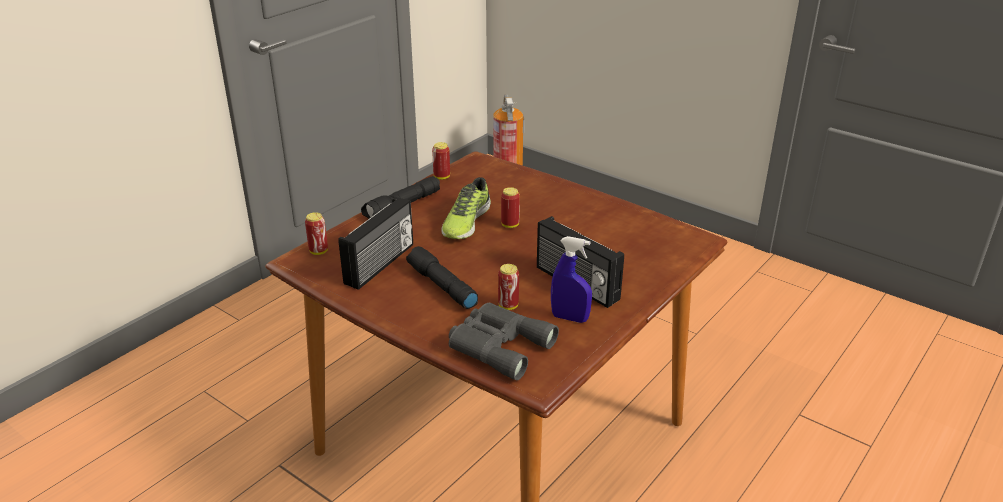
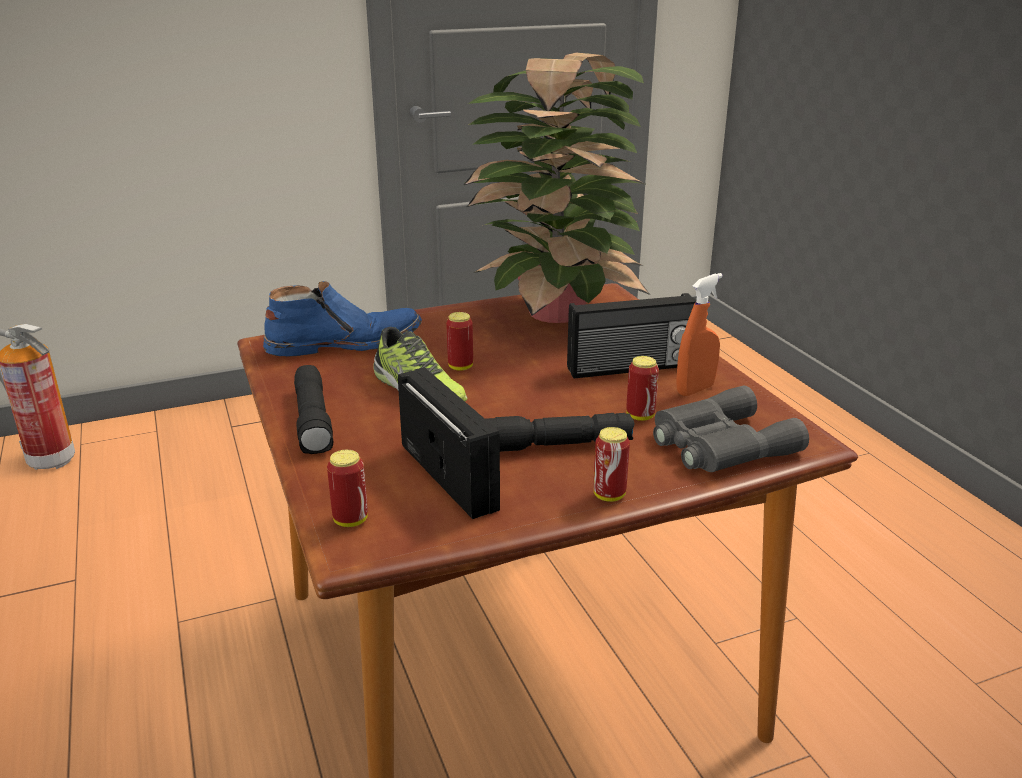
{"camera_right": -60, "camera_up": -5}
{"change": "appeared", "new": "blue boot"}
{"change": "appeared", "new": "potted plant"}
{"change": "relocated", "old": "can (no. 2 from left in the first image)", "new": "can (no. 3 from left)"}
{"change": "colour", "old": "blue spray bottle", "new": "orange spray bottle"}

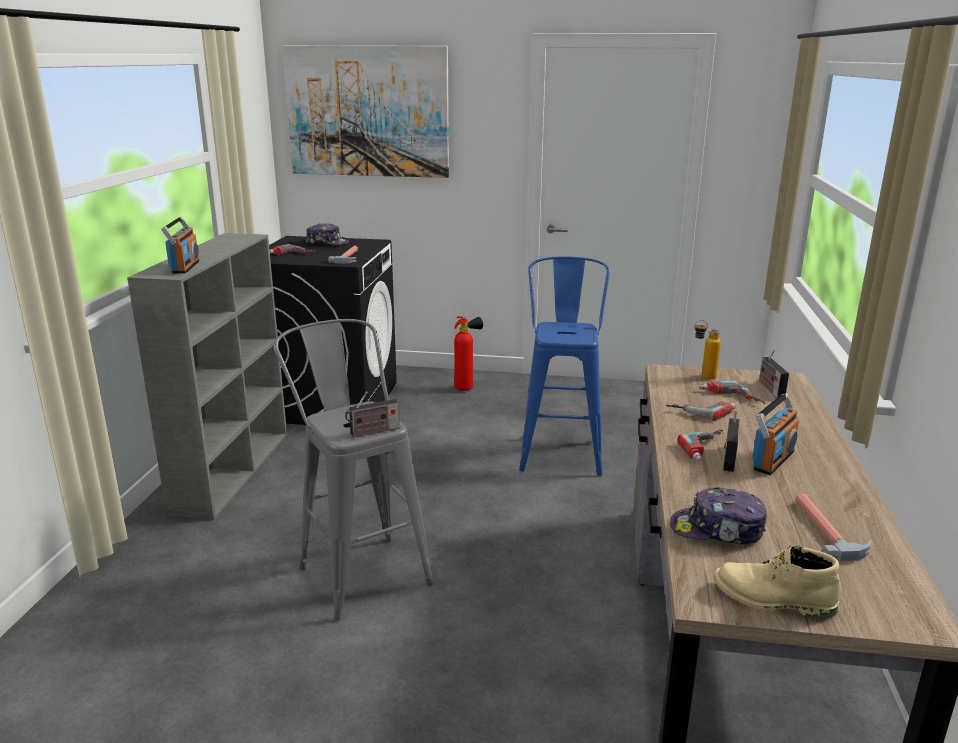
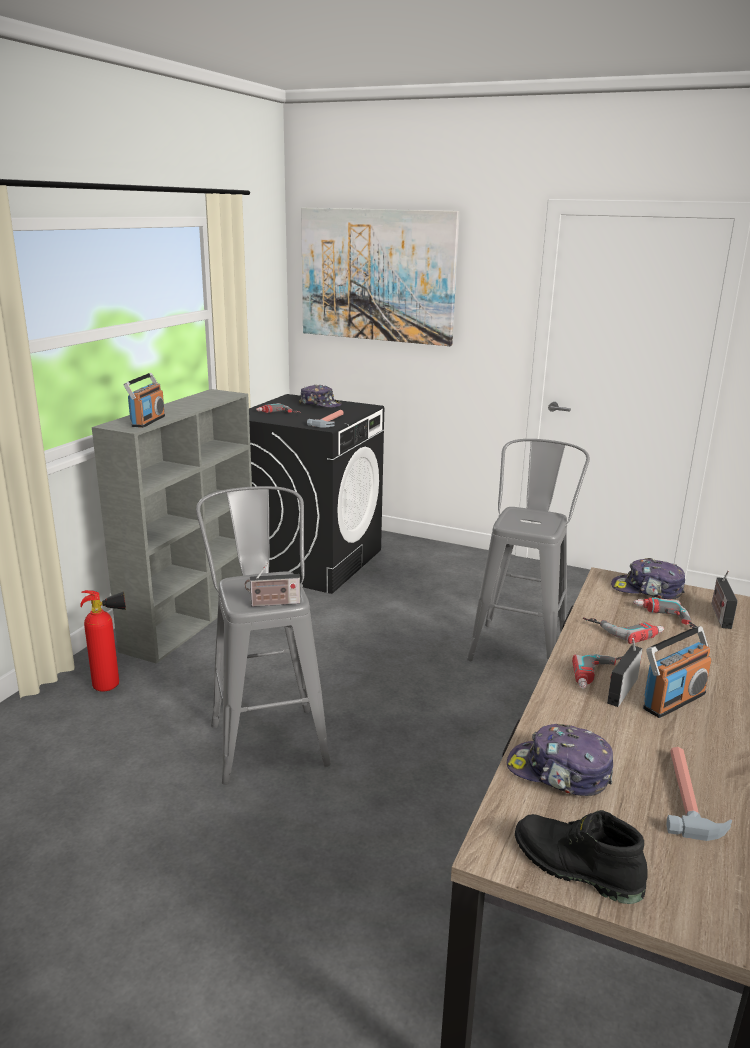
{"camera_right": 15, "camera_up": 0}
{"change": "relocated", "old": "fire extinguisher"}
{"change": "exchanged", "old": "bottle", "new": "cap (no. 3 from left)"}
{"change": "colour", "old": "blue stool", "new": "grey stool (no. 2 from left)"}
{"change": "colour", "old": "beige boot", "new": "black boot"}

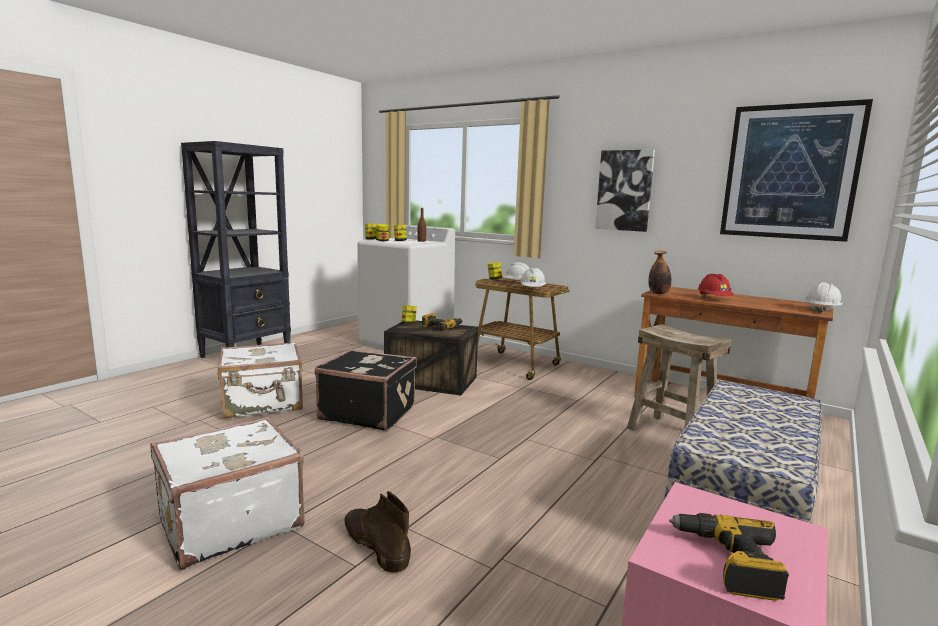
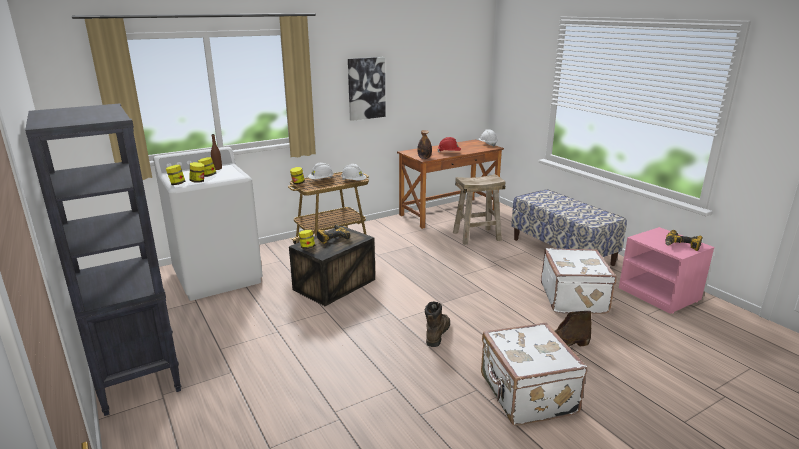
{"camera_right": -65, "camera_up": 10}
{"change": "missing", "old": "black suitcase"}
{"change": "missing", "old": "picture (no. 2 from left)"}
{"change": "appeared", "new": "brown boot (no. 1 from left)"}
{"change": "relocated", "old": "white suitcase (no. 2 from left)"}

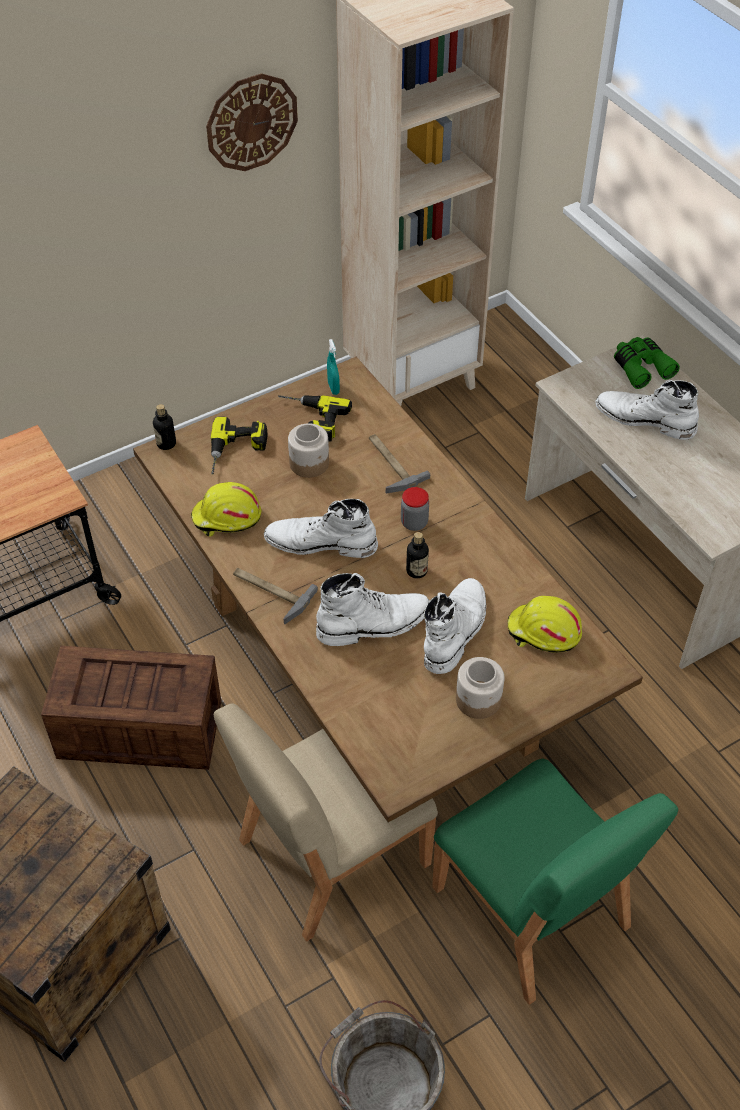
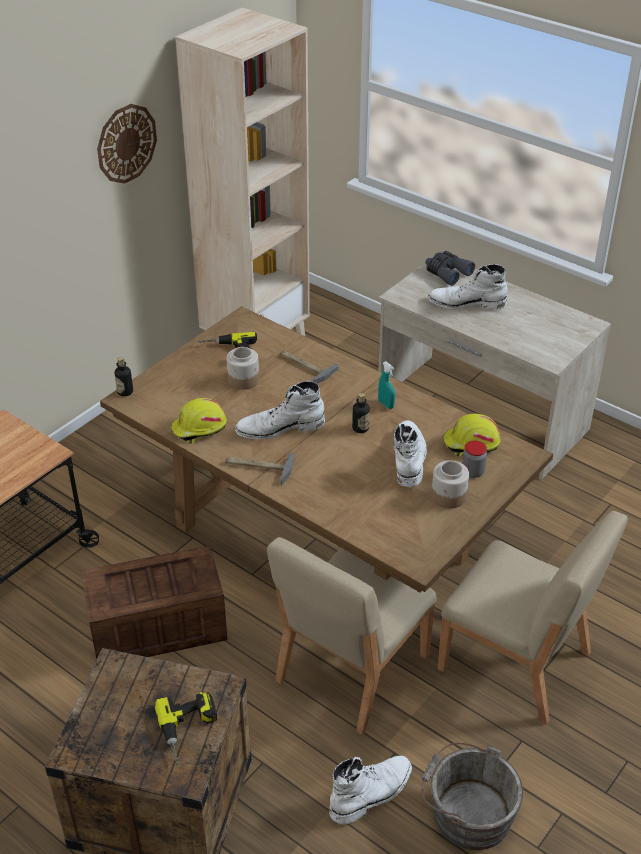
{"camera_right": -20, "camera_up": -10}
{"change": "relocated", "old": "power drill (no. 1 from left)"}
{"change": "relocated", "old": "white boot (no. 2 from left)"}
{"change": "relocated", "old": "turquoise spray bottle"}
{"change": "relocated", "old": "jar (no. 2 from left in the first image)", "new": "jar (no. 3 from left)"}
{"change": "colour", "old": "green chair", "new": "beige chair (no. 2 from left)"}
{"change": "colour", "old": "green binoculars", "new": "grey binoculars"}

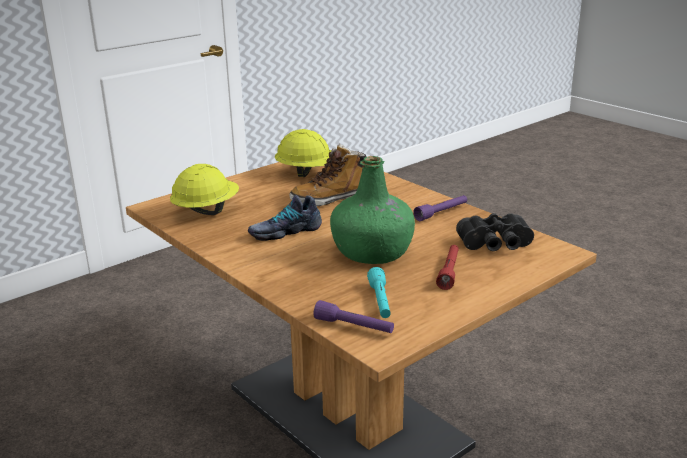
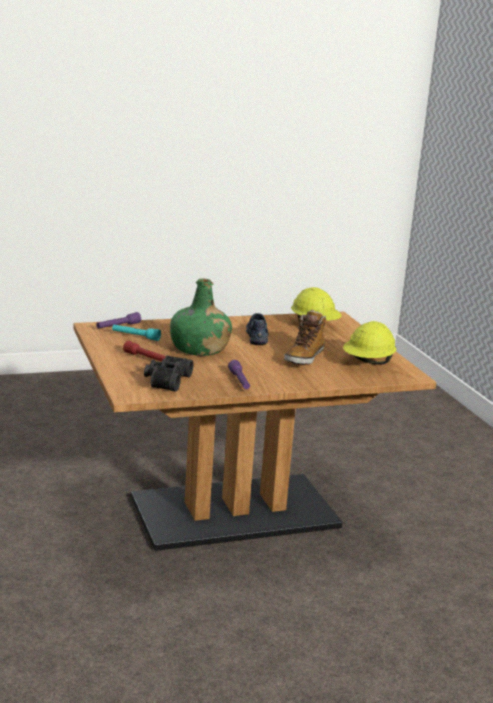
{"camera_right": 110, "camera_up": -5}
{"change": "spun", "old": "boot", "degrees": -150}

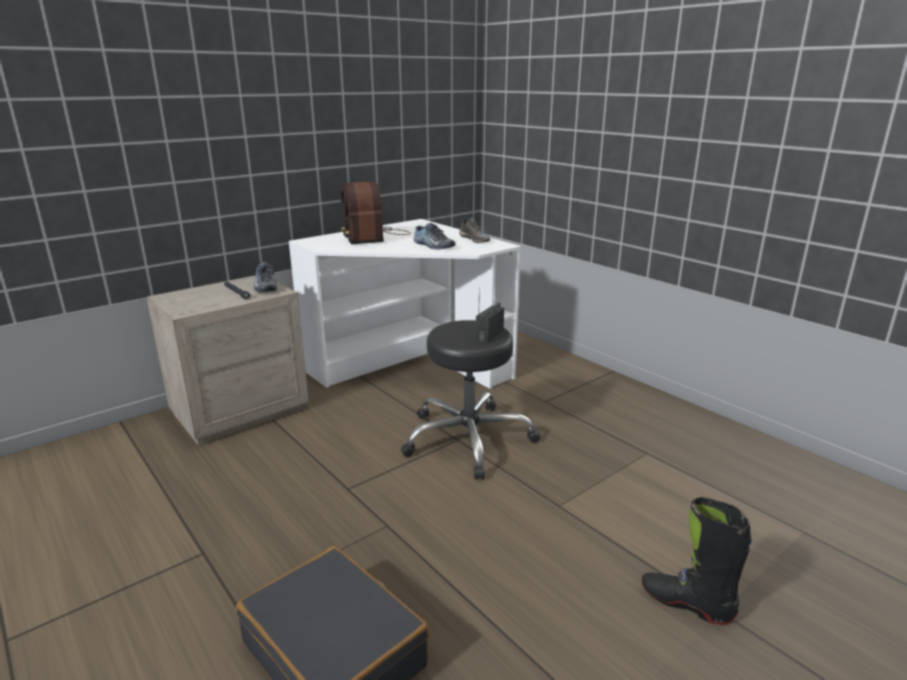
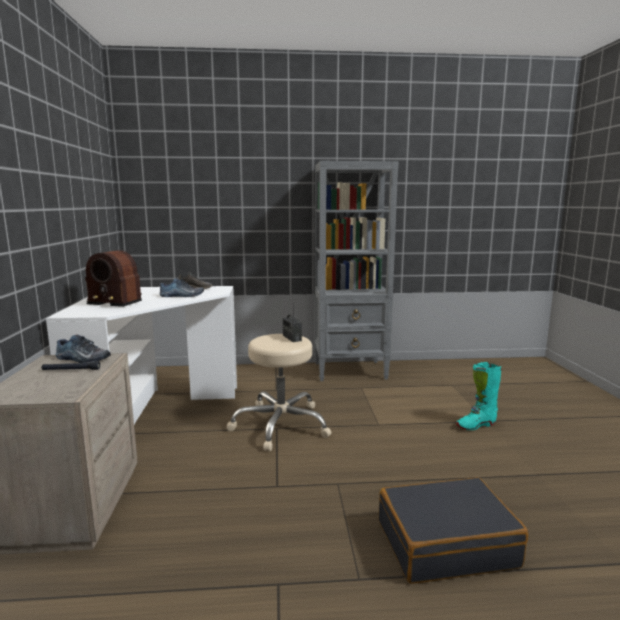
{"camera_right": -55, "camera_up": -10}
{"change": "appeared", "new": "grey bookcase"}
{"change": "colour", "old": "black stool", "new": "beige stool"}
{"change": "colour", "old": "black boot", "new": "turquoise boot"}

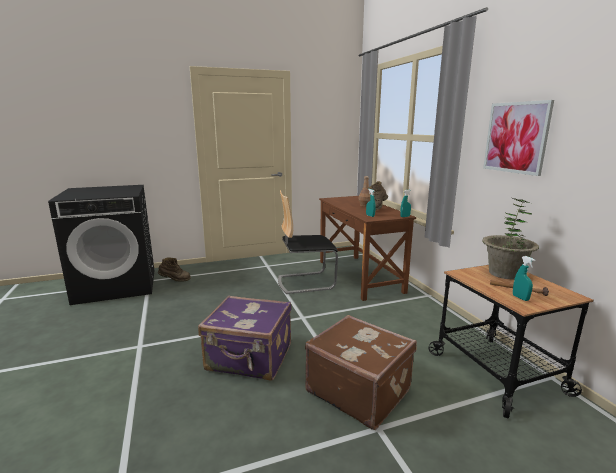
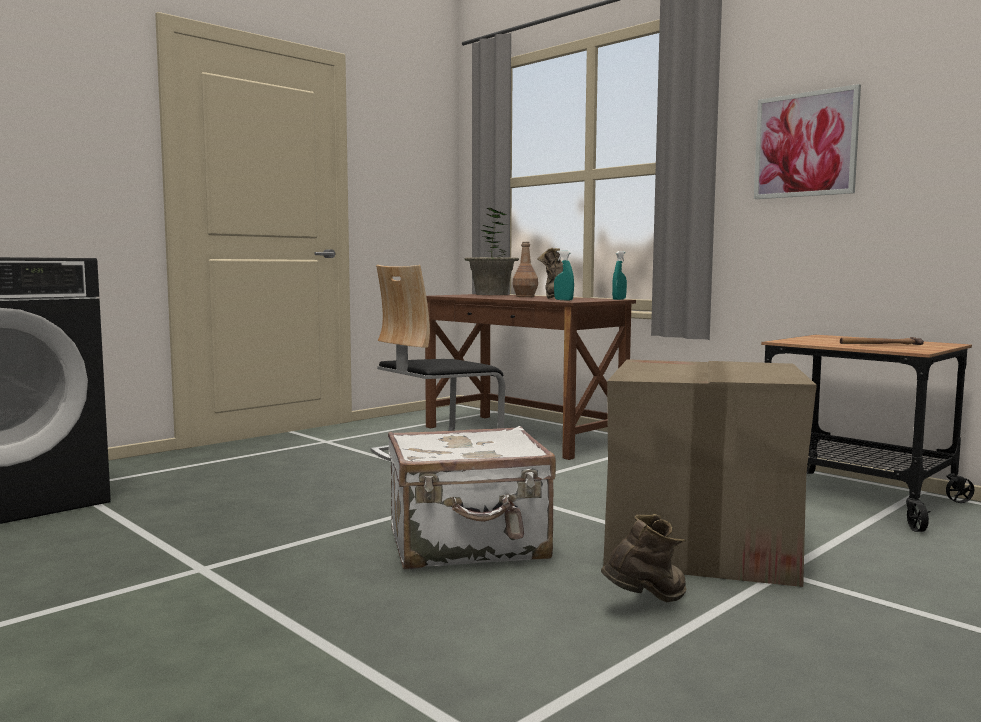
{"camera_right": -25, "camera_up": -10}
{"change": "missing", "old": "turquoise spray bottle (no. 3 from left)"}
{"change": "relocated", "old": "brown boot (no. 1 from left in the first image)", "new": "brown boot (no. 2 from left)"}
{"change": "relocated", "old": "potted plant"}
{"change": "exchanged", "old": "brown suitcase", "new": "cardboard box"}
{"change": "colour", "old": "purple suitcase", "new": "white suitcase"}

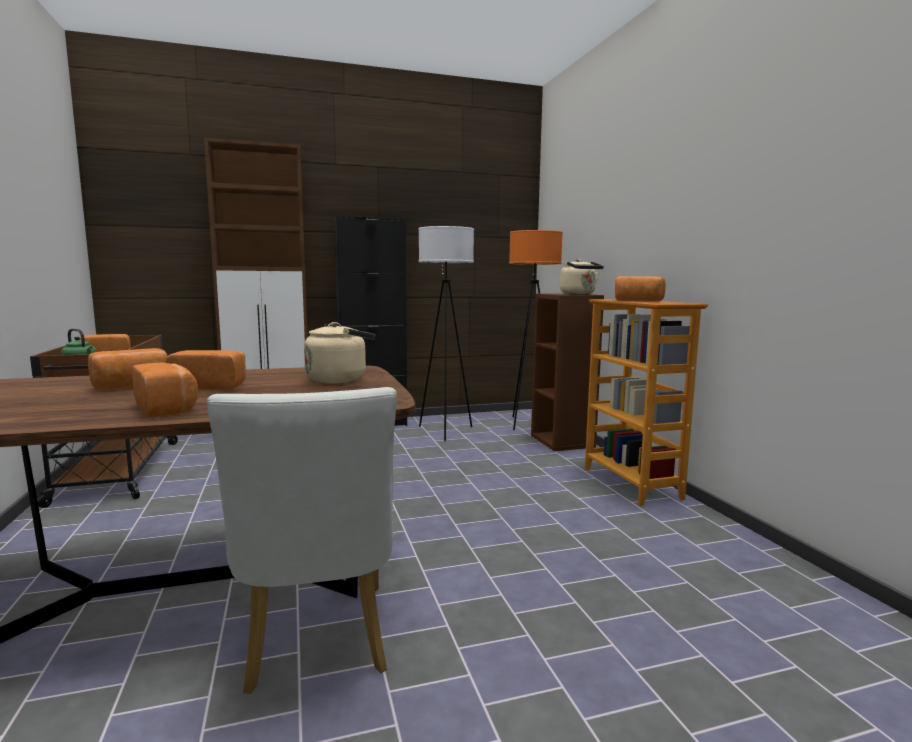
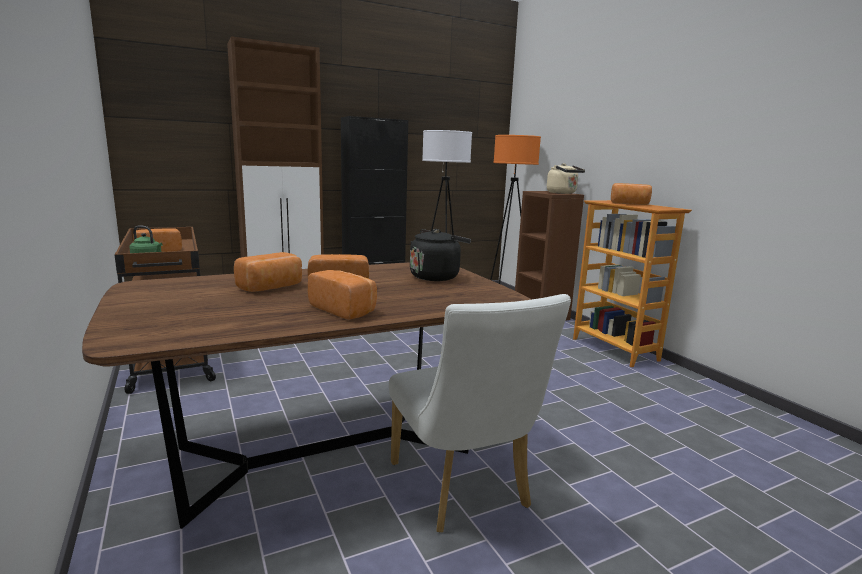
{"camera_right": -10, "camera_up": 5}
{"change": "colour", "old": "beige kettle (no. 1 from left)", "new": "black kettle"}

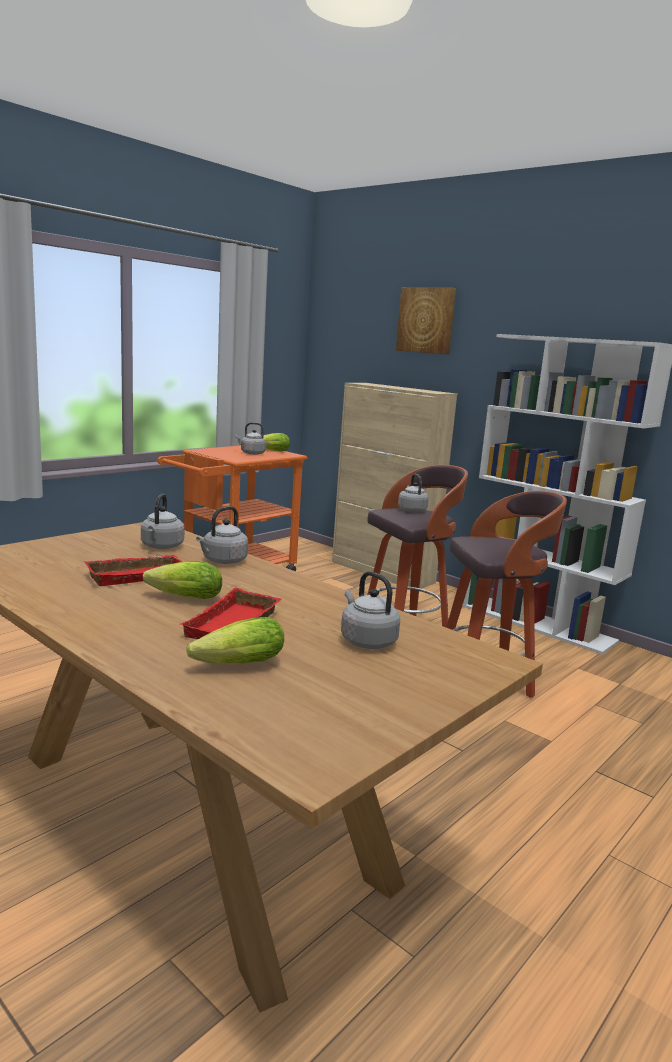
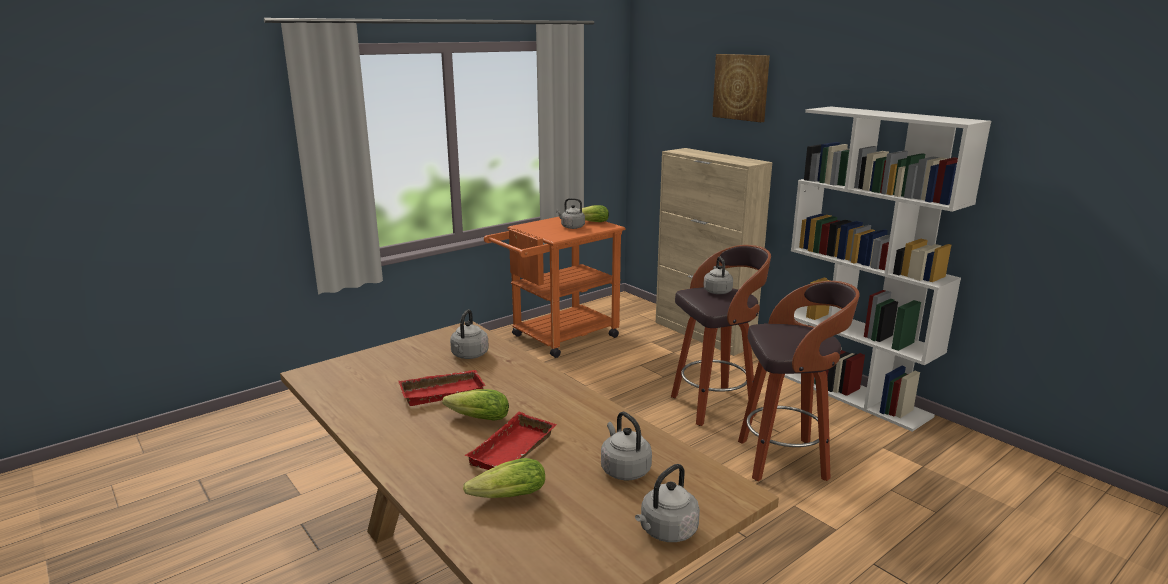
{"camera_right": 10, "camera_up": 5}
{"change": "relocated", "old": "grey kettle (no. 2 from left in the first image)", "new": "grey kettle (no. 4 from left)"}

